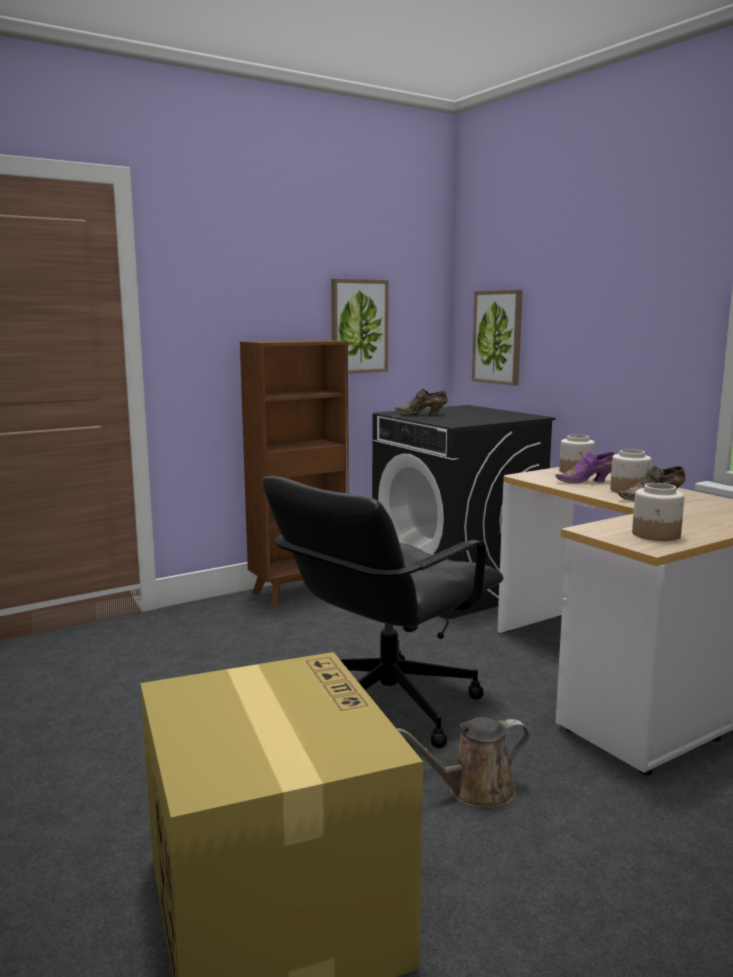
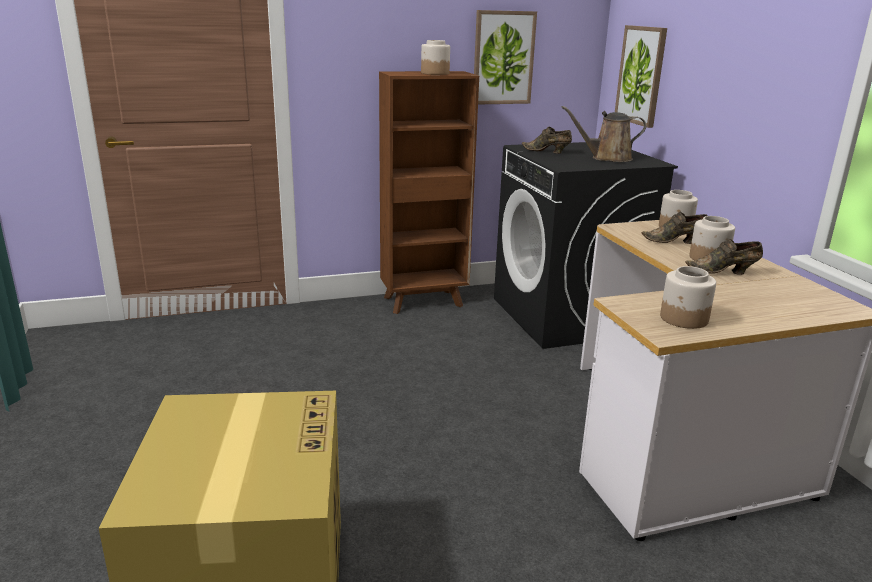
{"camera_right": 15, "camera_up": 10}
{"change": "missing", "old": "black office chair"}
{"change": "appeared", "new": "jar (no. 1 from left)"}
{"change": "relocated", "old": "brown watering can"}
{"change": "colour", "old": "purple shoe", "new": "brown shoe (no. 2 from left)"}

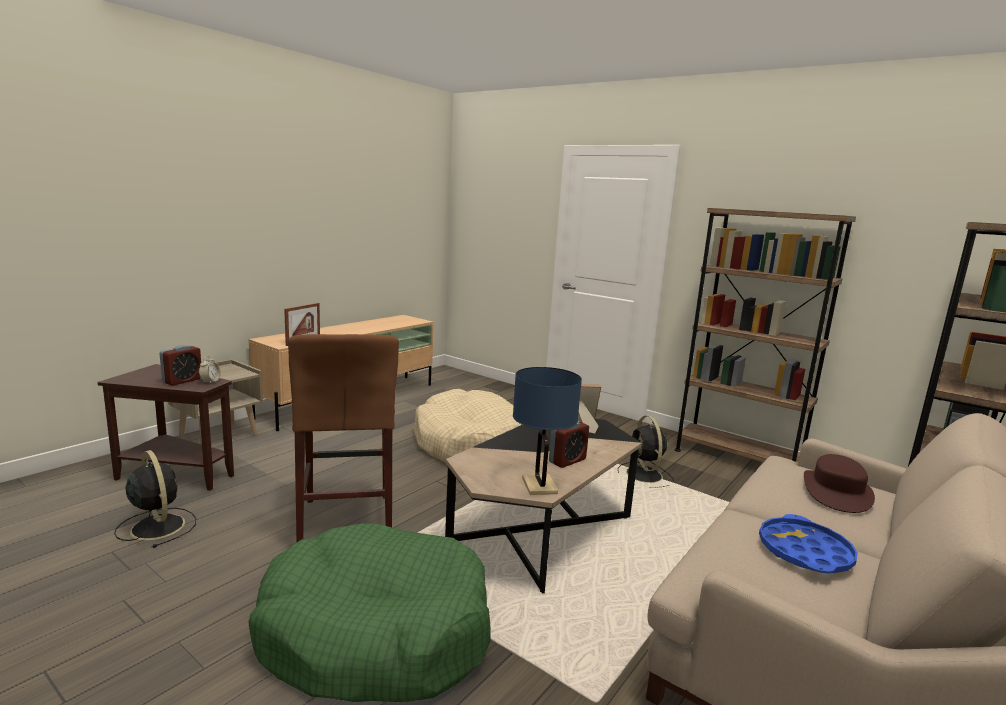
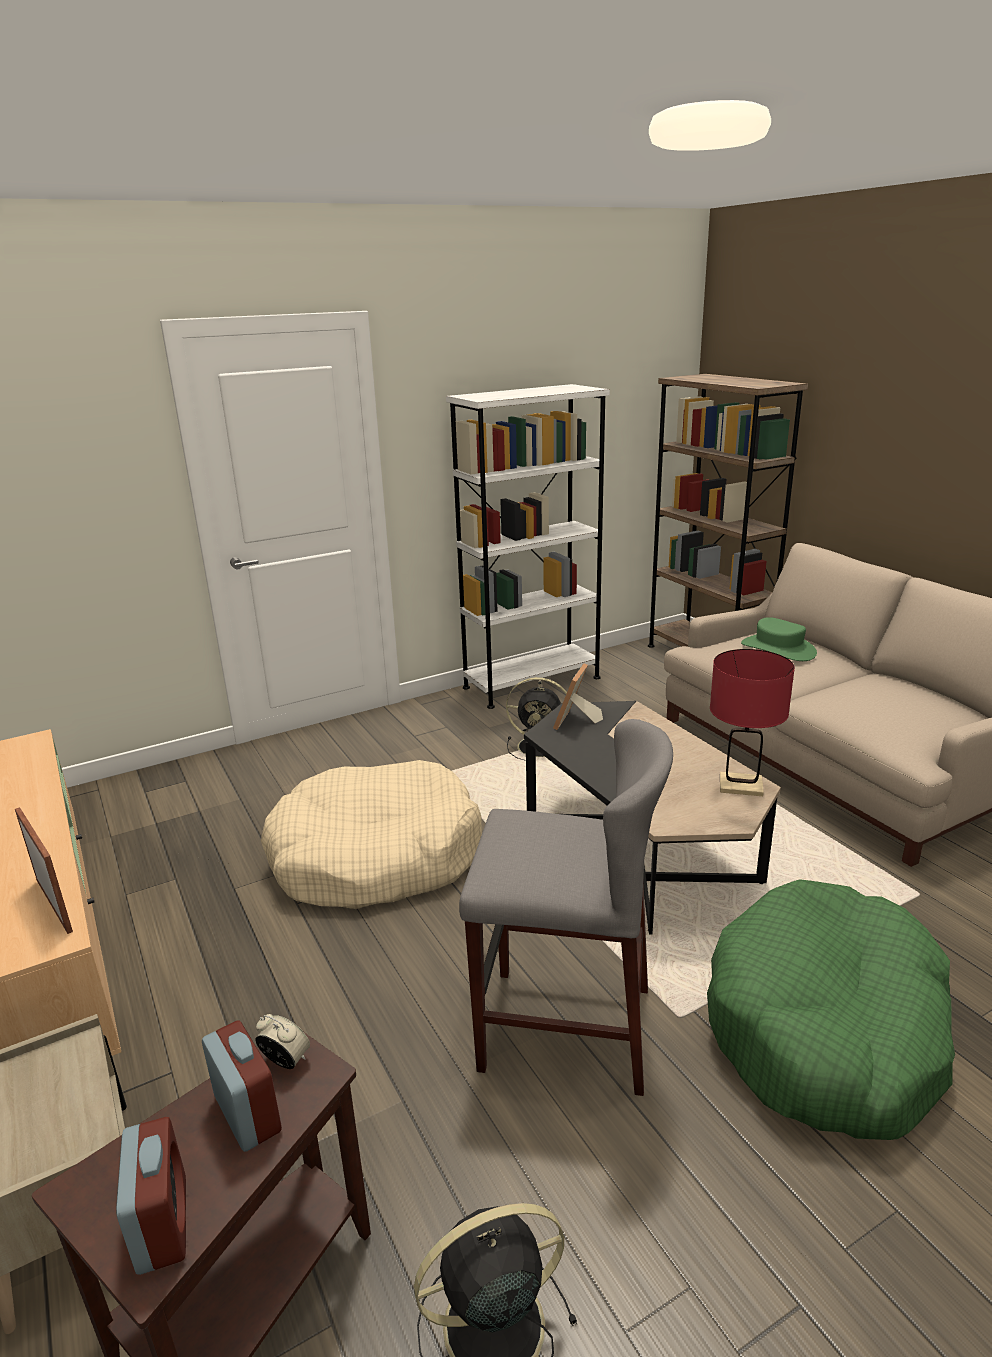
{"camera_right": -65, "camera_up": 10}
{"change": "missing", "old": "blue tray"}
{"change": "relocated", "old": "alarm clock (no. 3 from left in the first image)", "new": "alarm clock (no. 1 from left)"}
{"change": "colour", "old": "brown stool", "new": "grey stool"}
{"change": "colour", "old": "blue table lamp", "new": "red table lamp"}
{"change": "colour", "old": "brown bookcase (no. 1 from left)", "new": "white bookcase"}
{"change": "colour", "old": "brown hat", "new": "green hat"}

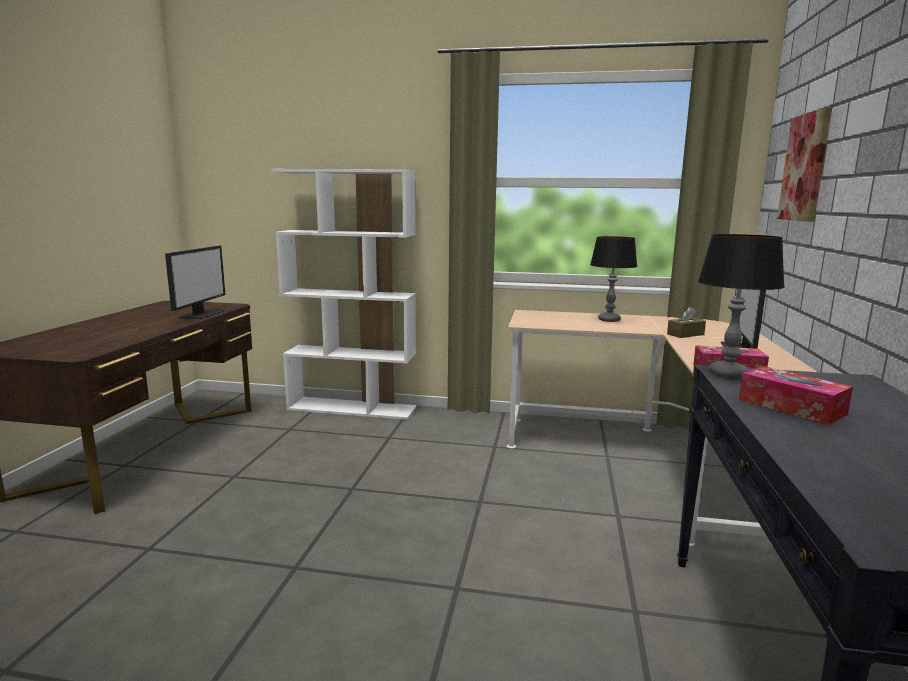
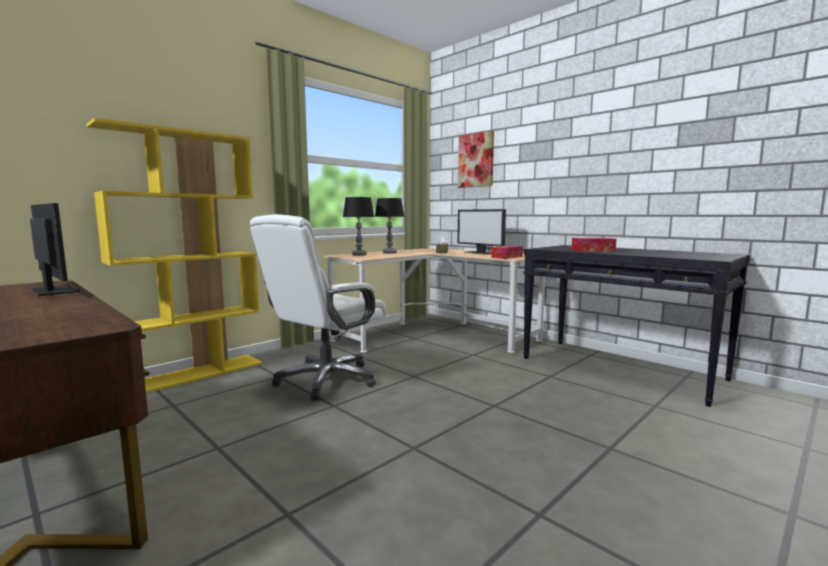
{"camera_right": -55, "camera_up": -5}
{"change": "appeared", "new": "white office chair"}
{"change": "relocated", "old": "table lamp (no. 2 from left in the first image)", "new": "table lamp (no. 1 from left)"}
{"change": "colour", "old": "white bookcase", "new": "yellow bookcase"}

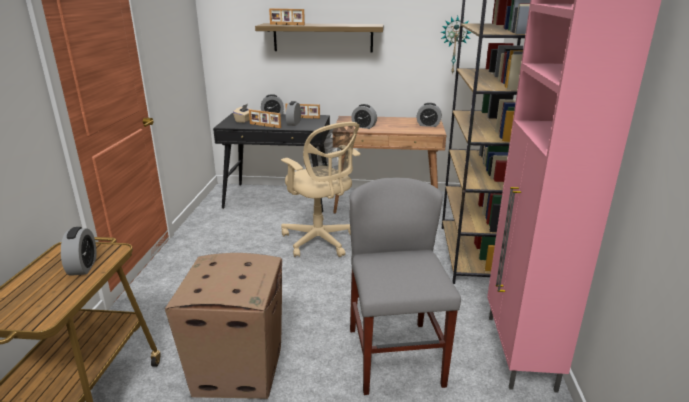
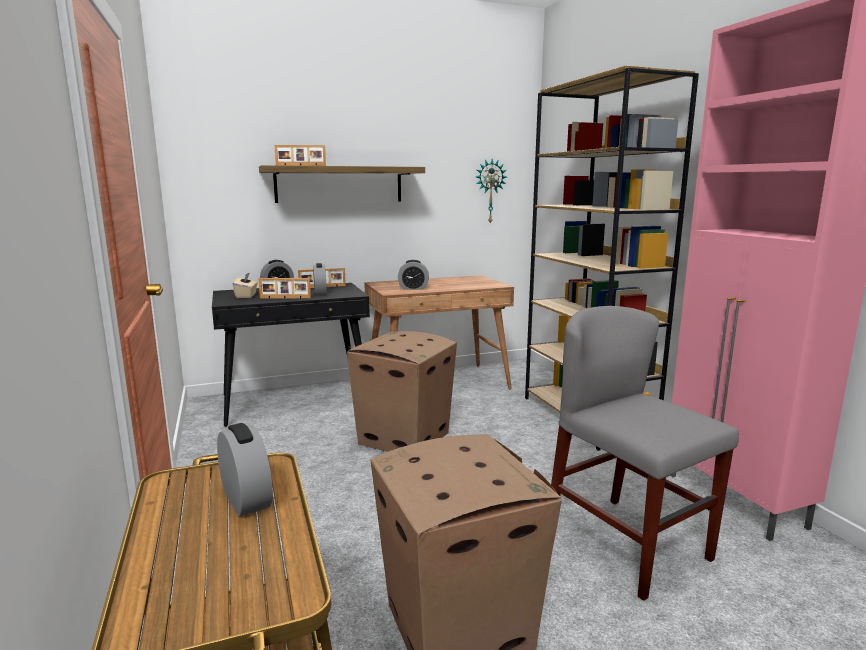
{"camera_right": -25, "camera_up": -10}
{"change": "missing", "old": "alarm clock (no. 5 from left)"}
{"change": "exchanged", "old": "beige office chair", "new": "cardboard box (no. 1 from left)"}

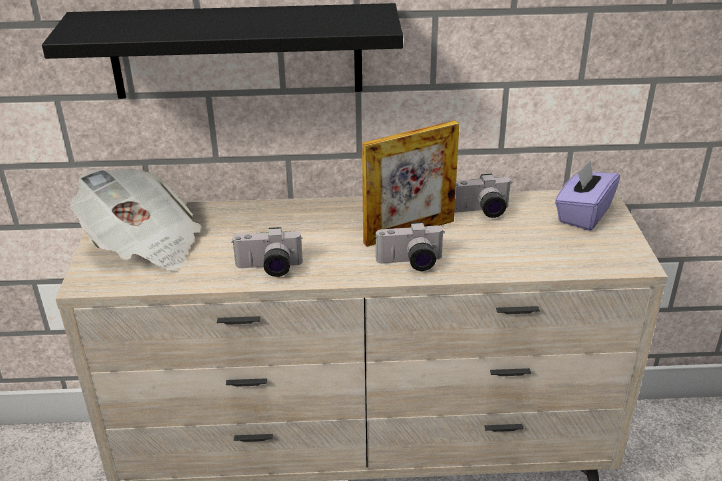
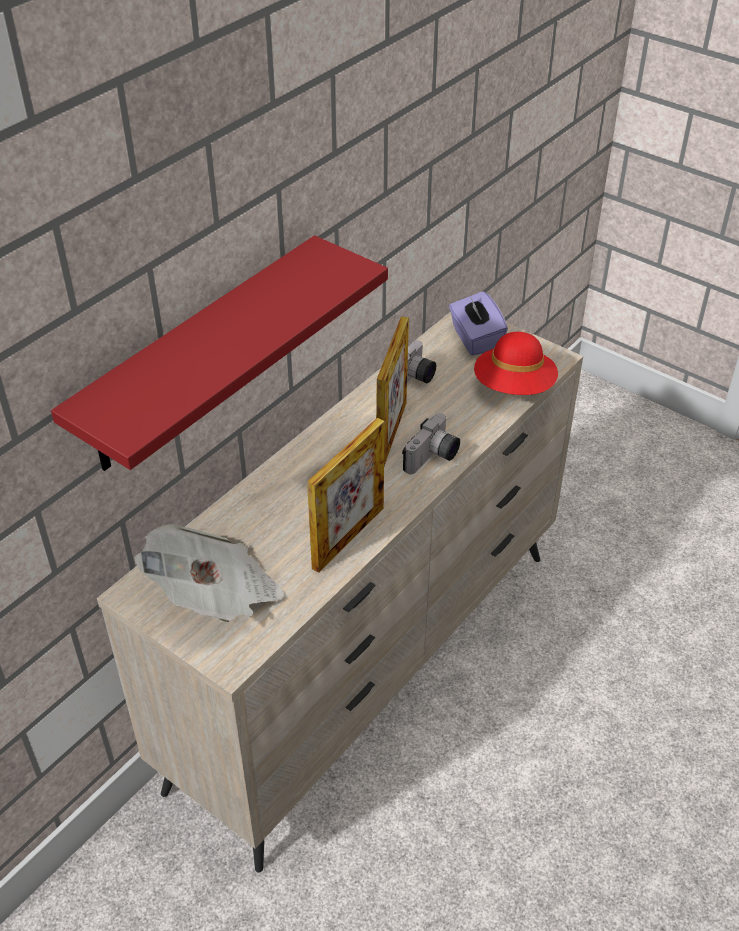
{"camera_right": -50, "camera_up": 10}
{"change": "appeared", "new": "red hat"}
{"change": "exchanged", "old": "photo camera (no. 1 from left)", "new": "picture frame (no. 1 from left)"}
{"change": "colour", "old": "black shelf", "new": "red shelf"}

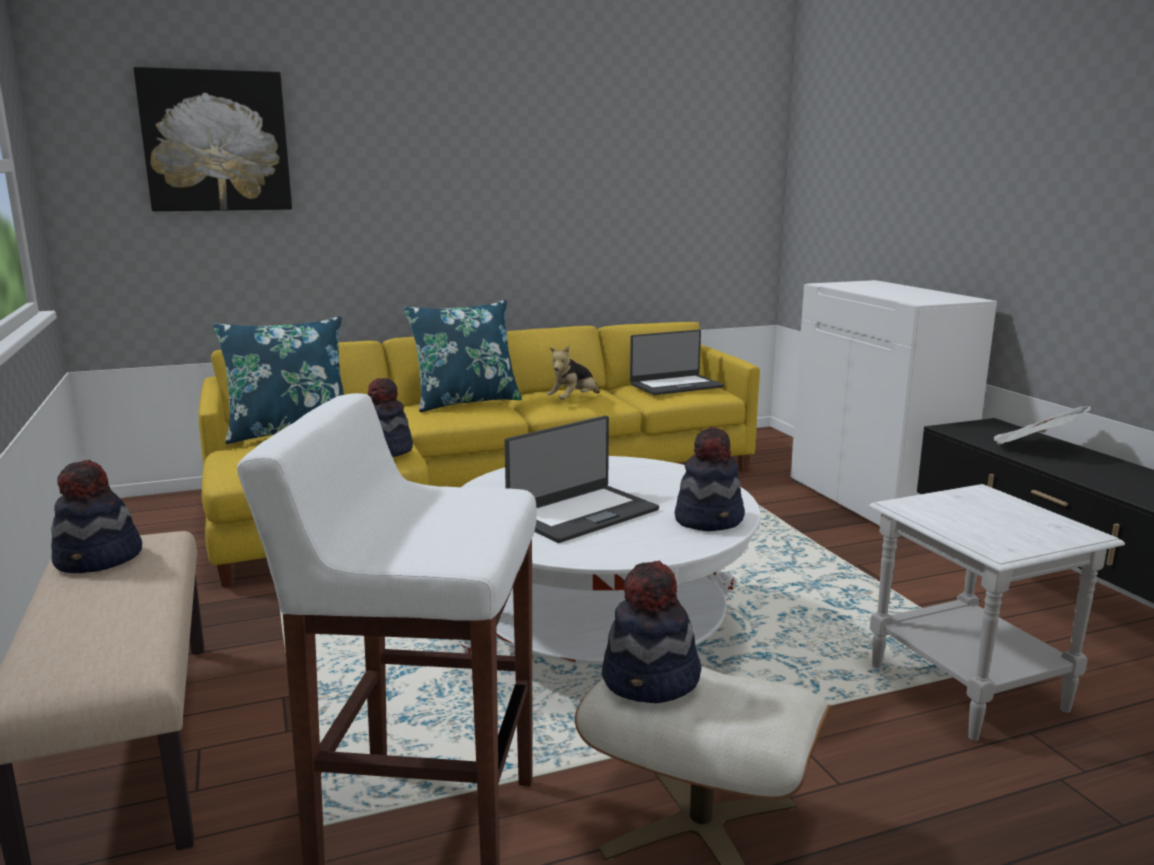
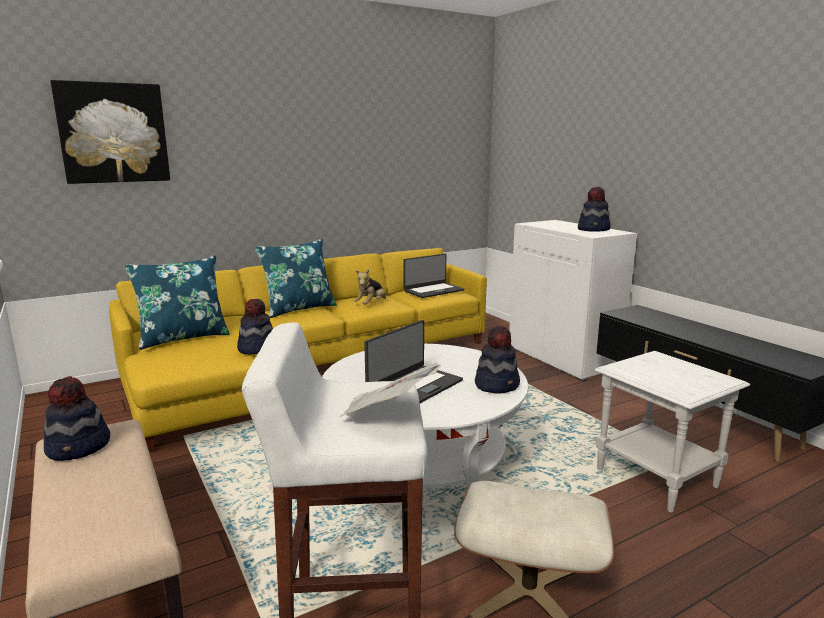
{"camera_right": -10, "camera_up": 0}
{"change": "relocated", "old": "hat (no. 3 from left in the first image)", "new": "hat (no. 4 from left)"}
{"change": "relocated", "old": "newspaper"}

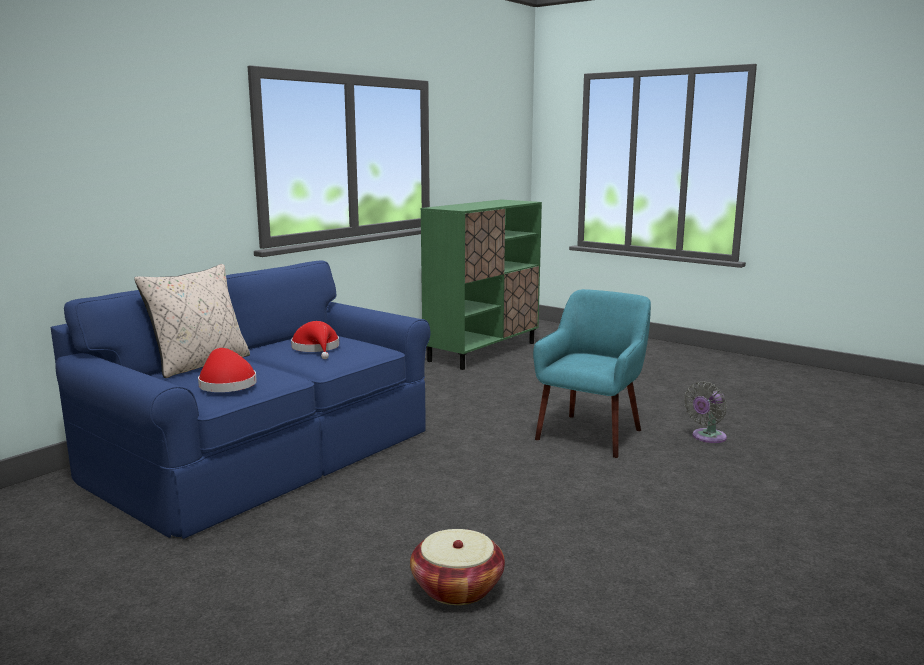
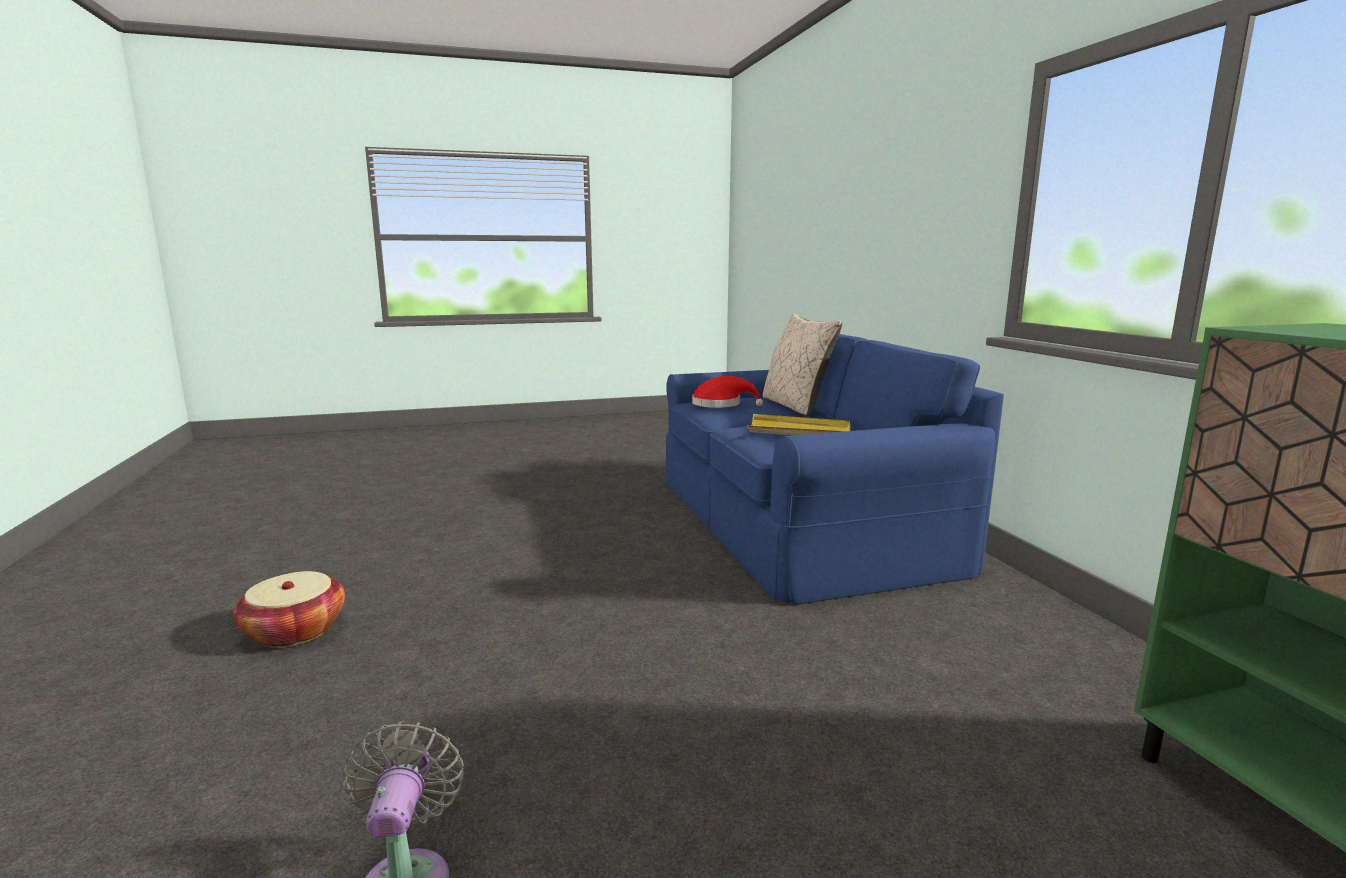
{"camera_right": 125, "camera_up": 0}
{"change": "missing", "old": "turquoise armchair"}
{"change": "relocated", "old": "basket"}
{"change": "exchanged", "old": "red hat (no. 2 from left)", "new": "yellow tray"}

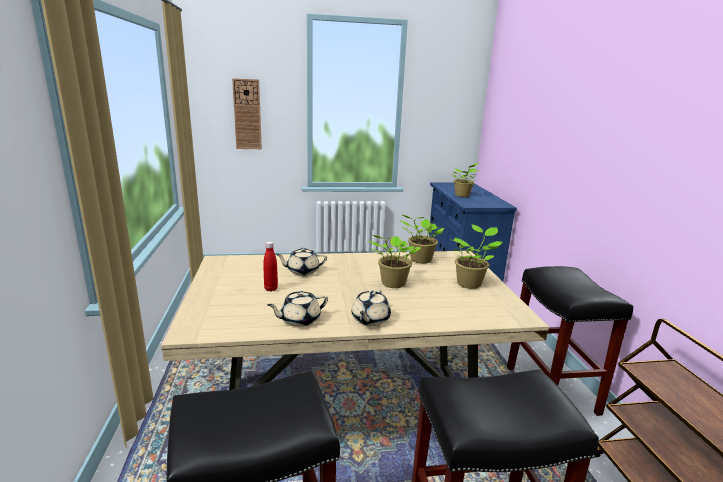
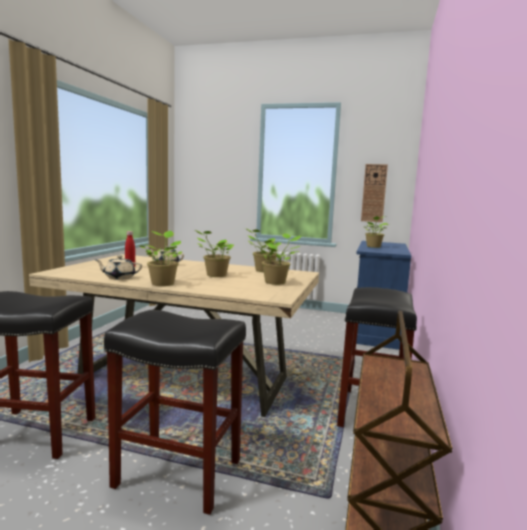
{"camera_right": 25, "camera_up": -10}
{"change": "relocated", "old": "wall clock"}
{"change": "exchanged", "old": "beige teapot (no. 3 from left)", "new": "potted plant (no. 1 from left)"}

